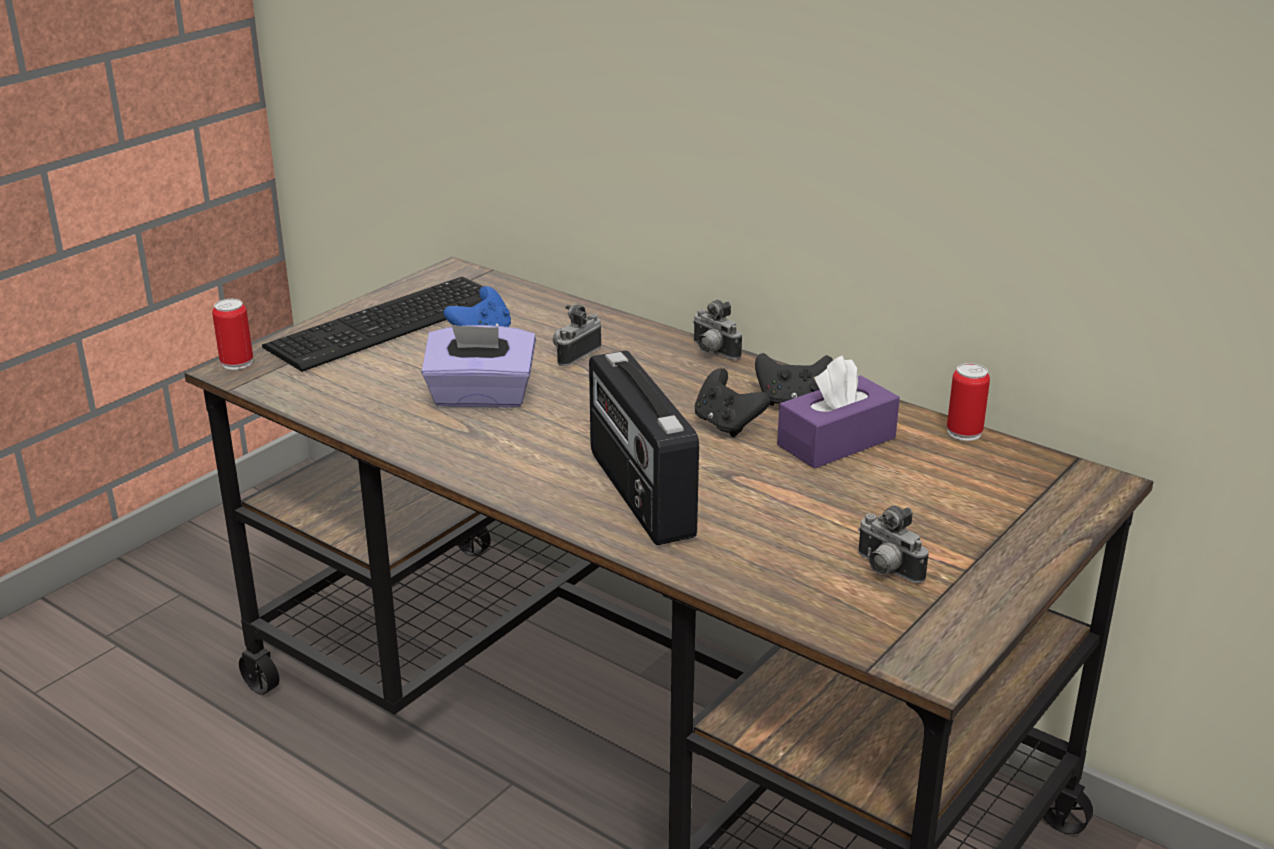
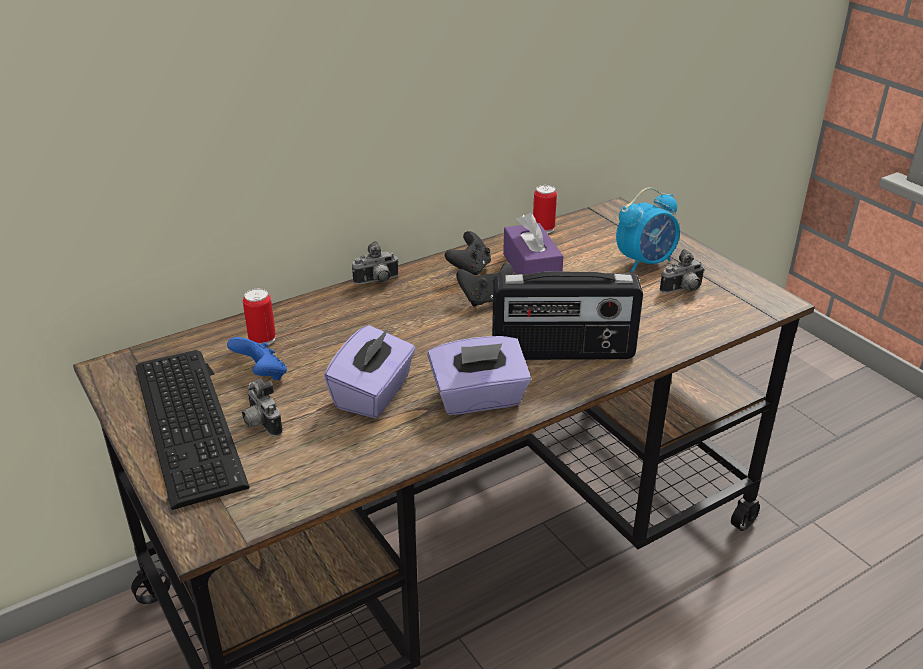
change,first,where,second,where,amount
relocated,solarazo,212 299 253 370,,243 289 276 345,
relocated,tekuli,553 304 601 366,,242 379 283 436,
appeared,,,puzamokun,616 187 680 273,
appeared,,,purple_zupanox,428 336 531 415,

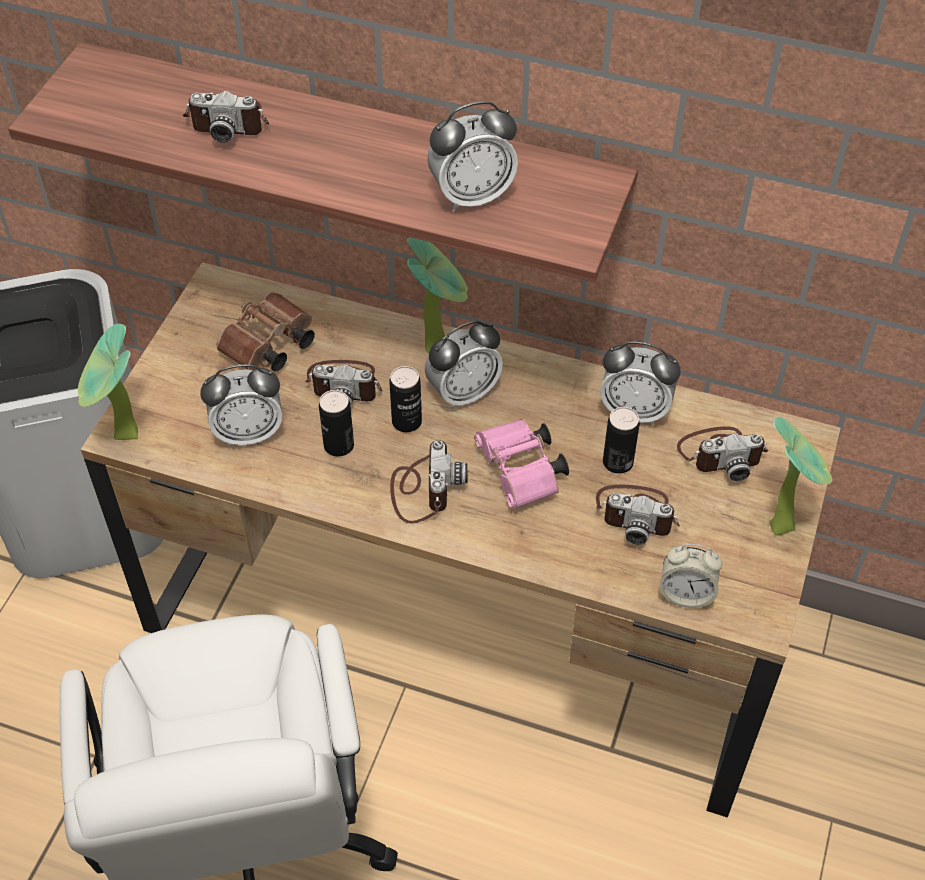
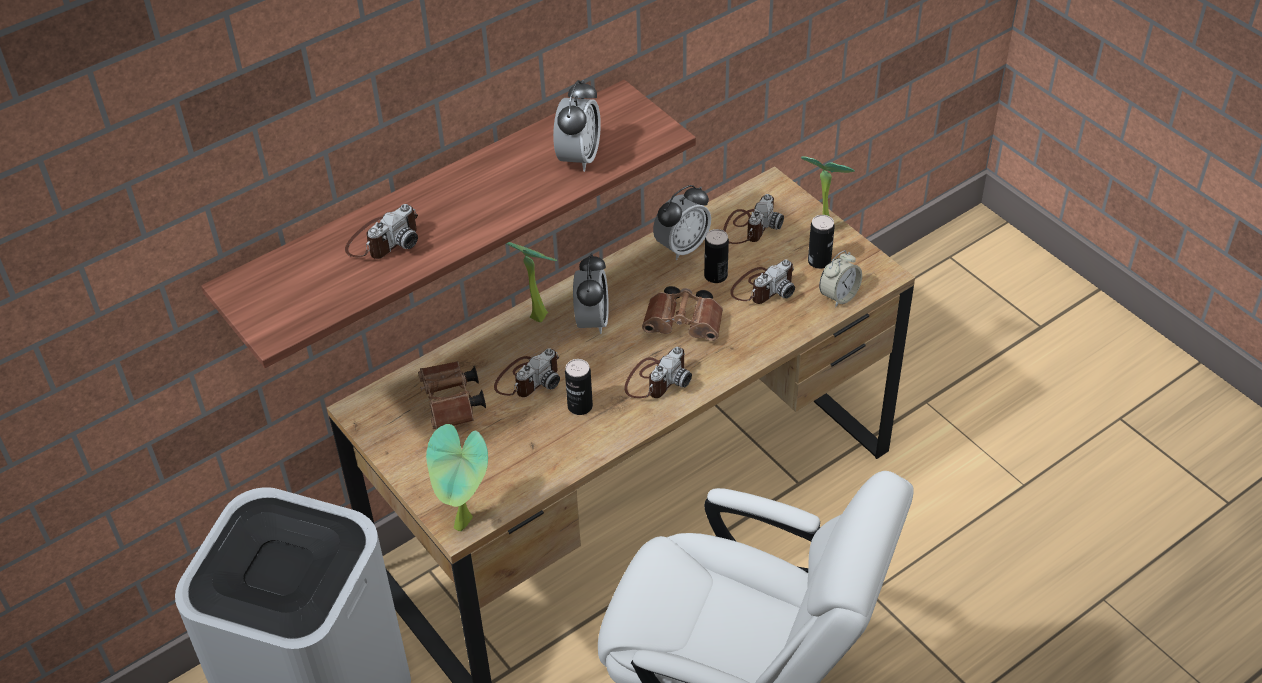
change,first,where,second,where,amount
missing,puzamokun,200 365 282 447,,,
relocated,solarazo,389 366 422 432,,808 215 835 269,
colour,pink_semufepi,474 419 569 509,brown_semufepi,642 286 723 341,
spun,tekuli,390 440 468 523,,624 347 692 398,90 degrees clockwise

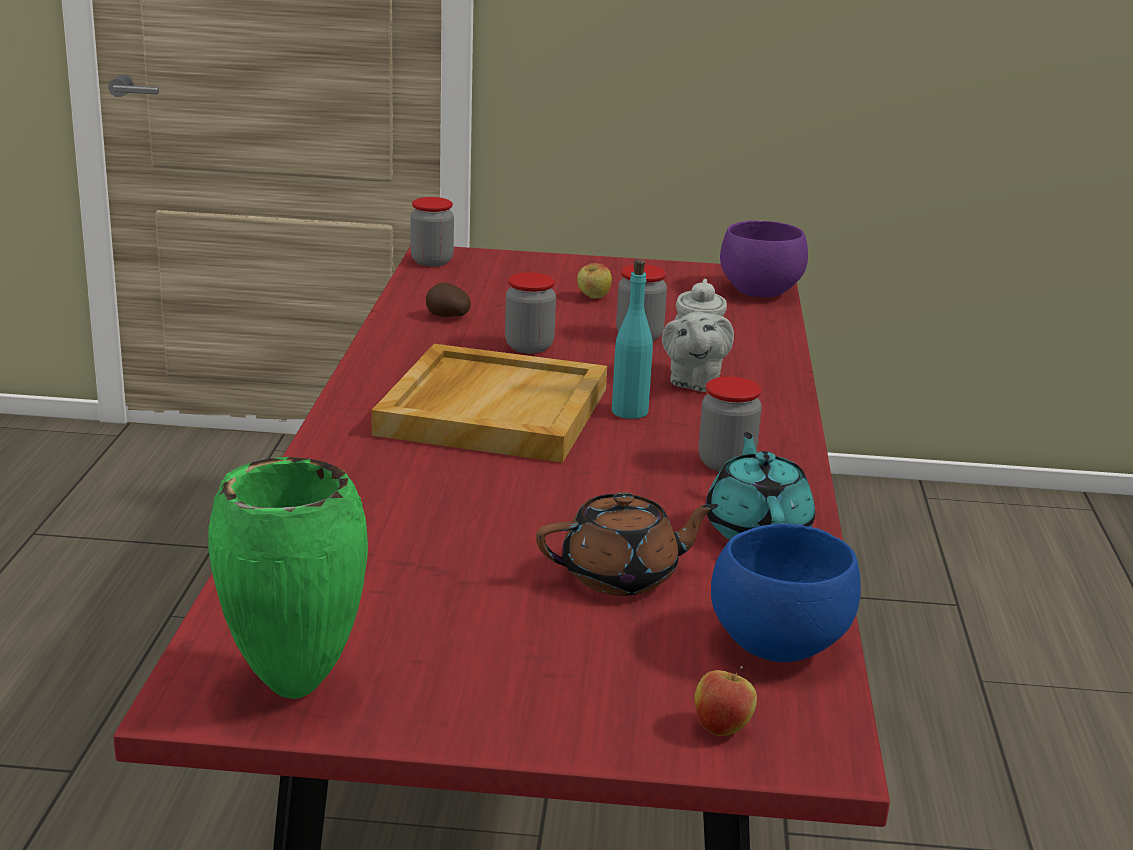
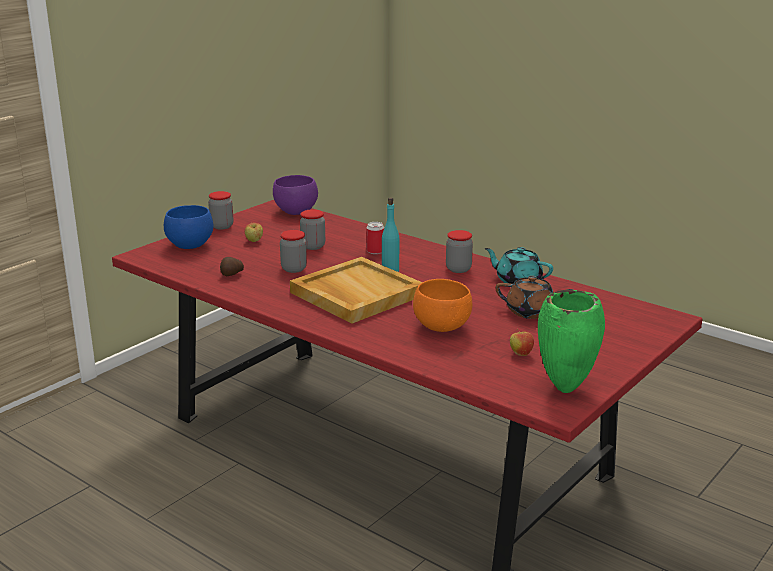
change,first,where,second,where,amount
relocated,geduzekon,411 197 454 267,,208 191 233 229,
exchanged,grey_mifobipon,662 279 734 392,solarazo,366 222 384 254,
spun,brown_mifobipon,536 492 718 596,,495 276 574 319,90 degrees clockwise
relocated,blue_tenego,711 524 861 662,,164 205 213 249,
relocated,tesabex,695 666 757 736,,510 328 534 356,
appeared,,,orange_tenego,413 279 472 332,

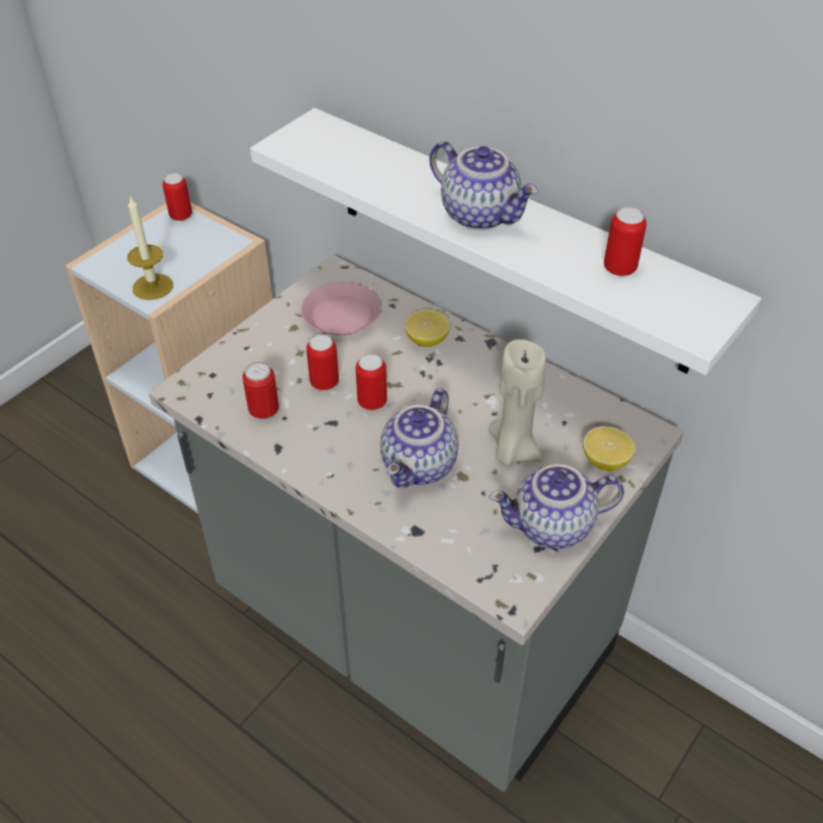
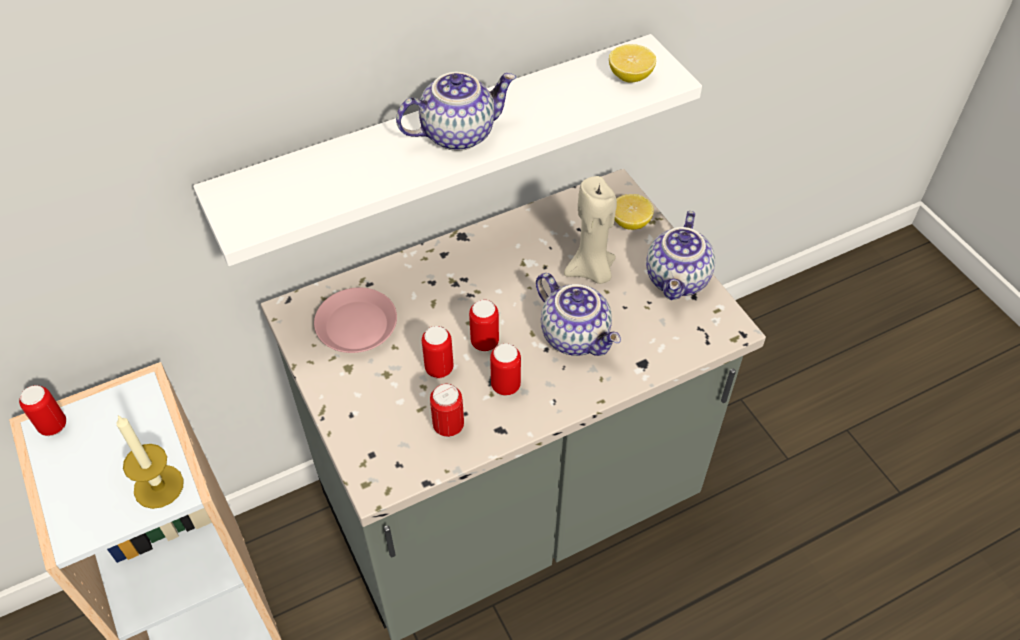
change,first,where,second,where,amount
relocated,solarazo,604 207 647 276,,490 343 521 395,
relocated,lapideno,405 309 450 347,,609 44 656 83,

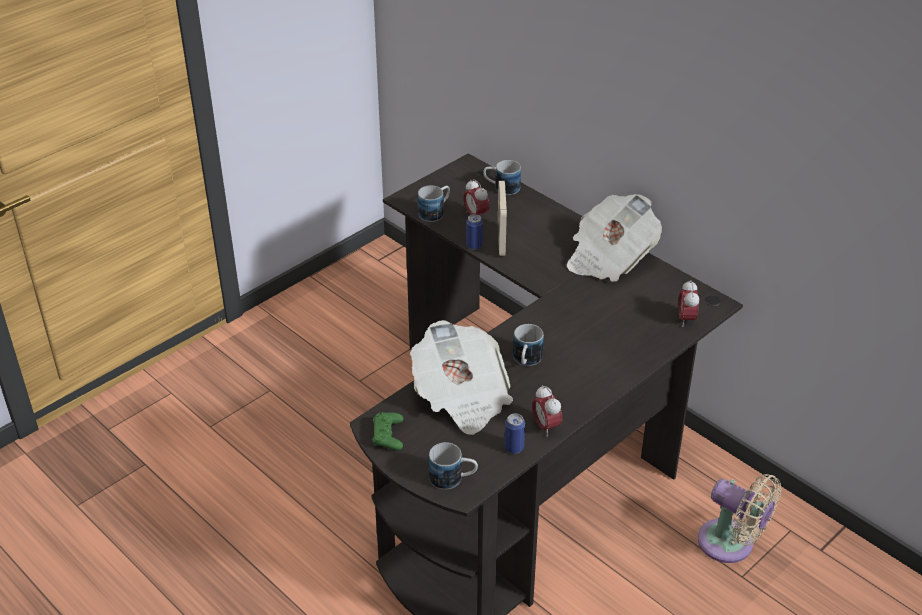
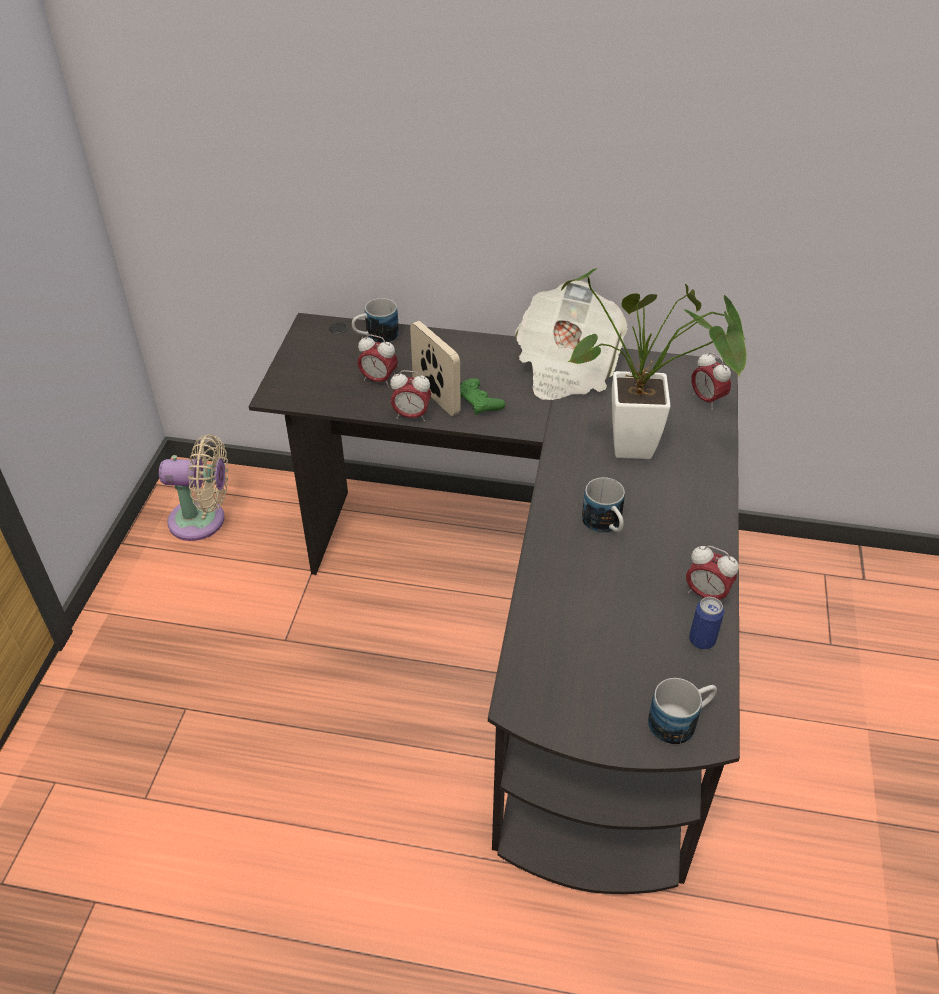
change,first,where,second,where,amount
missing,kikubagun,418 186 450 222,,,
exchanged,solarazo,466 214 483 250,puzamokun,390 370 431 422,
missing,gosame,410 320 513 435,,,
relocated,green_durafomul,372 412 404 450,,460 378 505 415,
relocated,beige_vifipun,698 474 782 563,,159 434 228 541,
appeared,,,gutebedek,561 268 747 459,

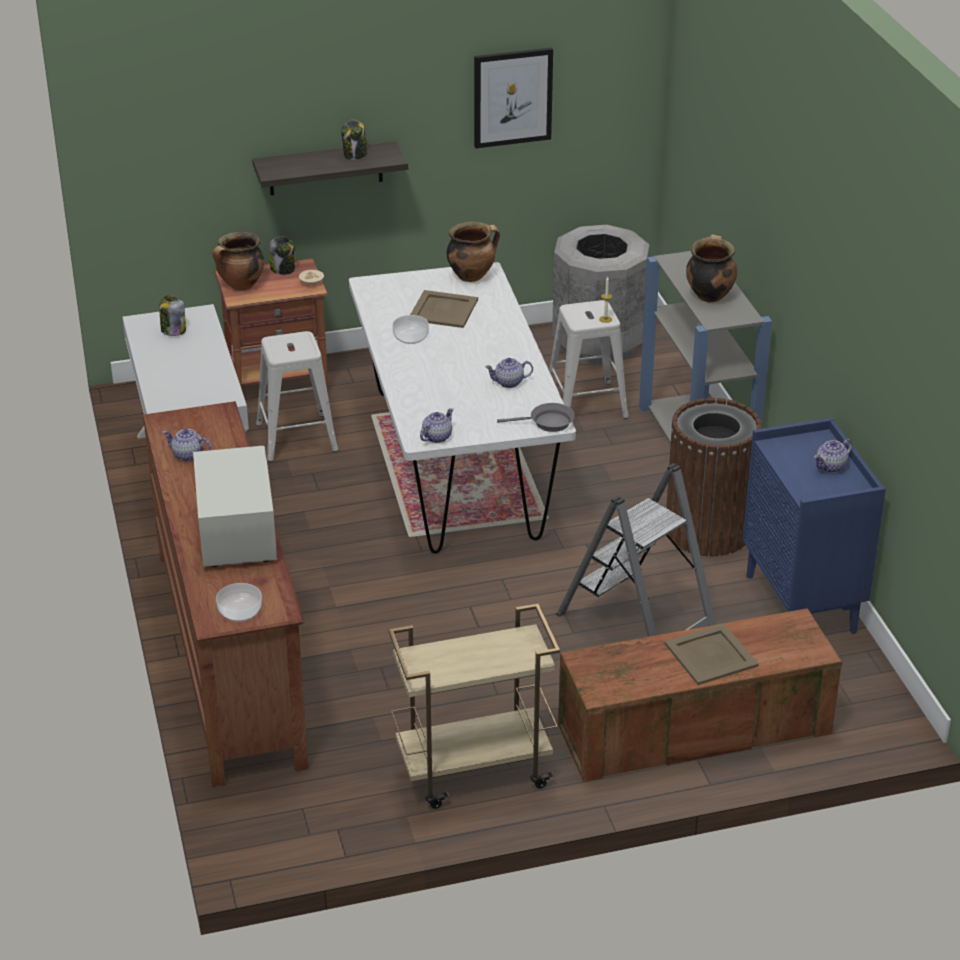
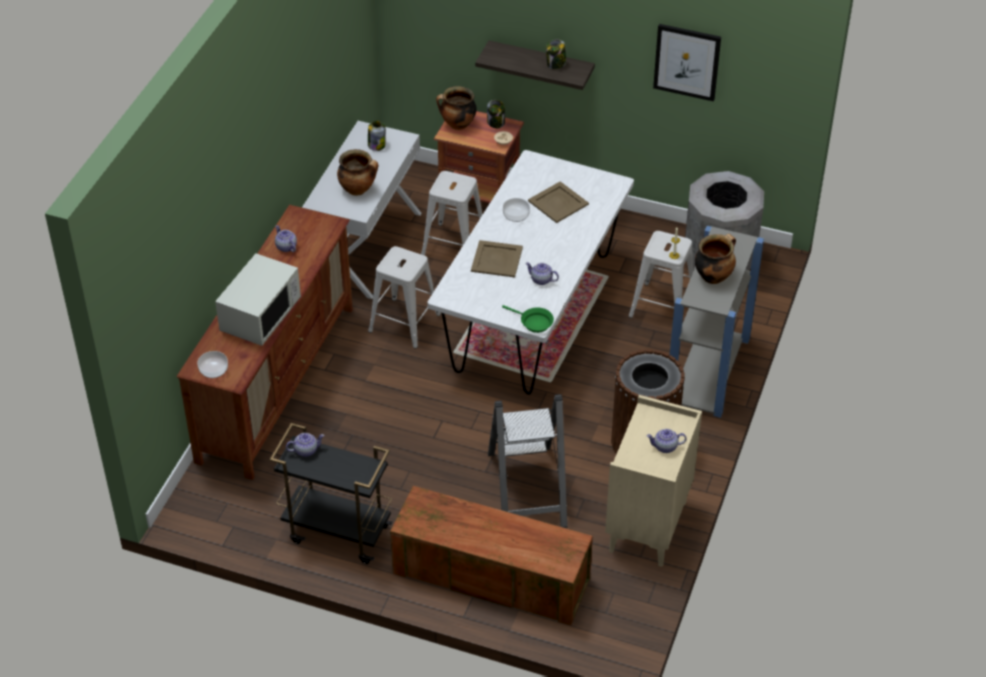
change,first,where,second,where,amount
relocated,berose,447 222 500 282,,337 149 378 196,
colour,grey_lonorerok,497 403 575 432,green_lonorerok,502 305 554 333,
relocated,mifobipon,420 408 453 443,,286 433 324 457,
colour,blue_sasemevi,742 418 886 634,beige_sasemevi,605 395 702 567,
colour,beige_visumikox,389 604 560 809,black_visumikox,270 423 393 564,
relocated,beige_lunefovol,664 623 759 685,,471 240 523 277,
appeared,,,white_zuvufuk,368 246 441 349,

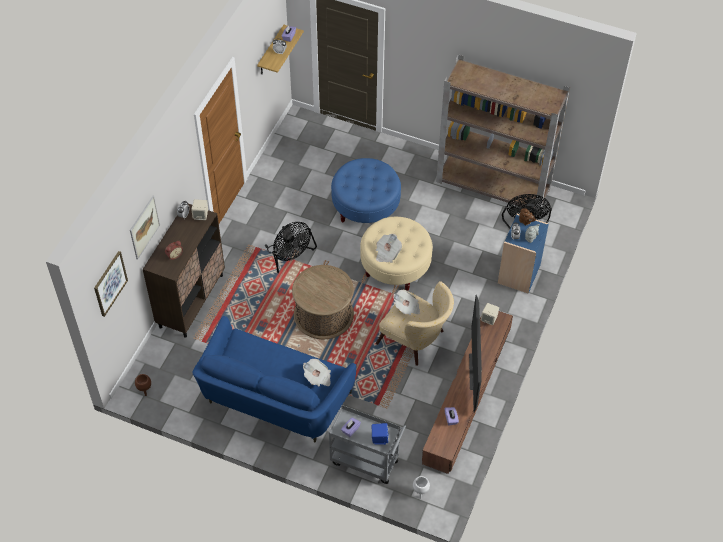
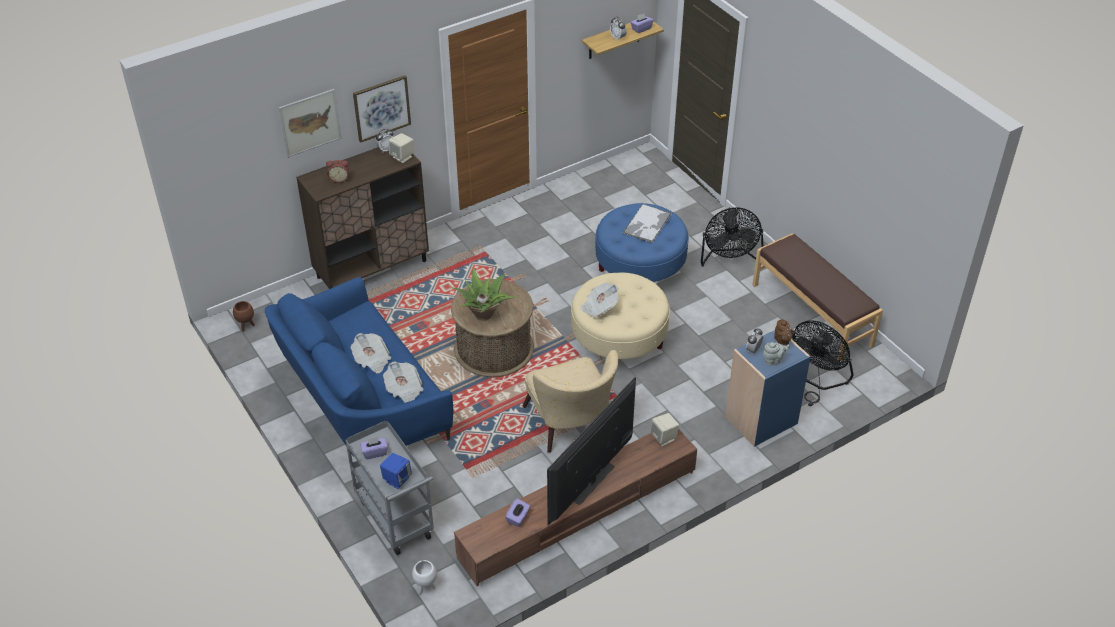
change,first,where,second,where,amount
exchanged,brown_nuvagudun,436 54 570 211,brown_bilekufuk,753 234 883 362,
relocated,black_vifipun,265 222 317 273,,701 207 763 267,
relocated,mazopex,94 251 128 317,,353 75 411 143,
relocated,gosame,393 290 420 315,,351 333 391 373,
appeared,,,lunefovol,623 204 672 243,
appeared,,,gutebedek,453 268 517 321,

